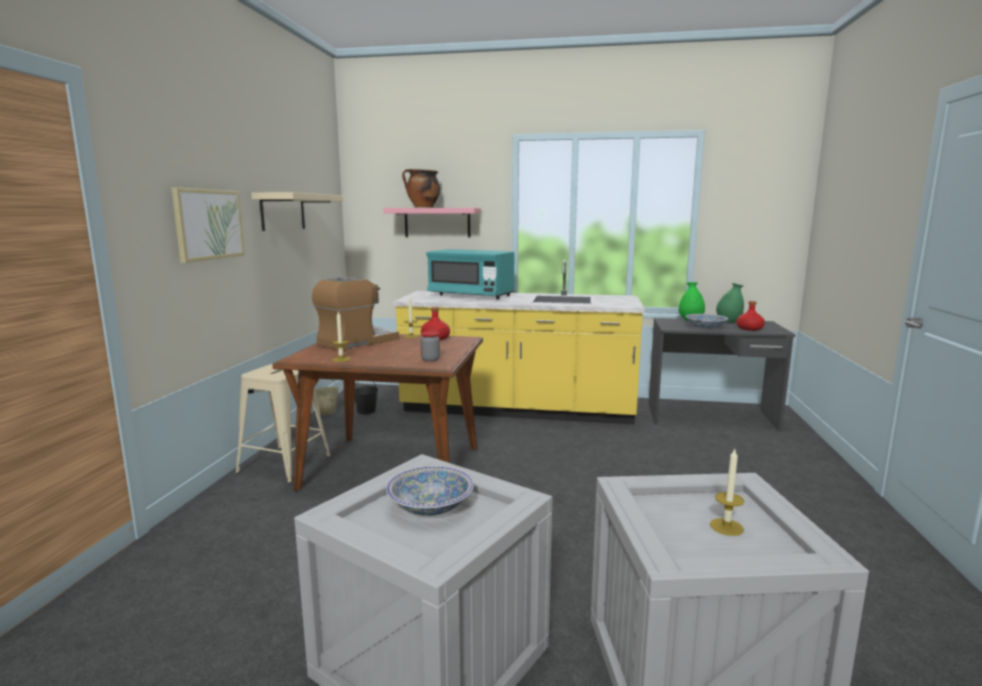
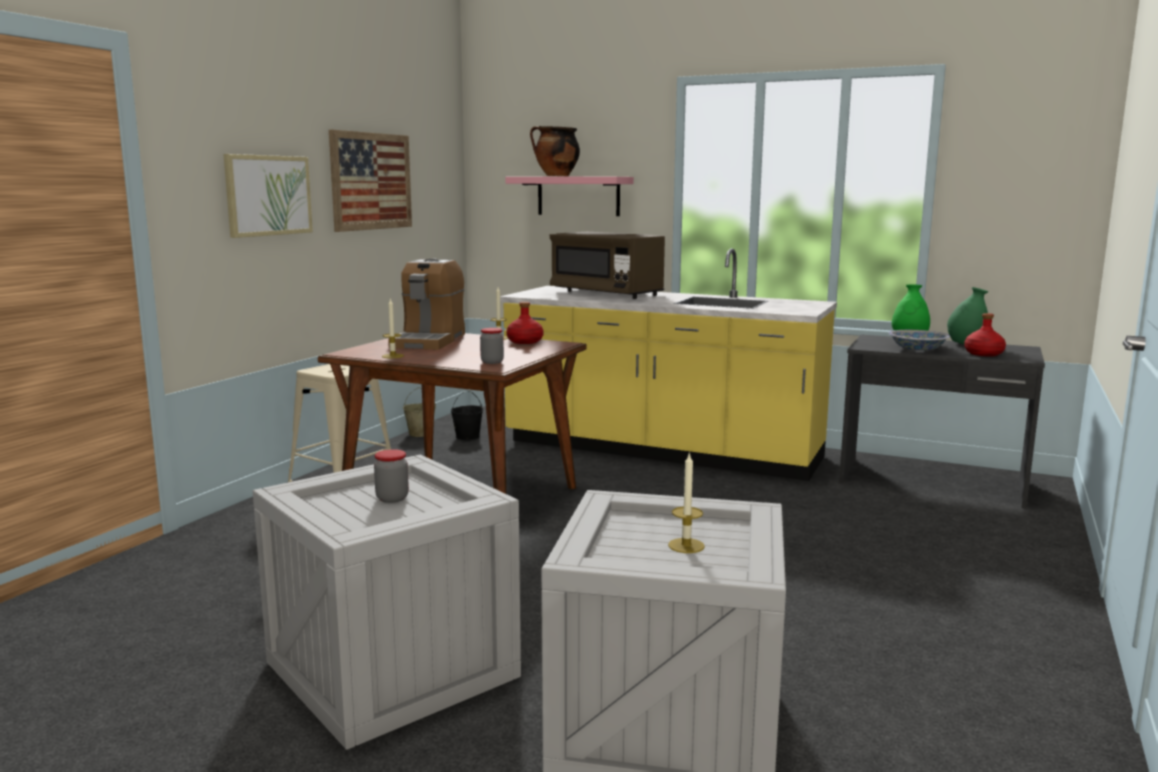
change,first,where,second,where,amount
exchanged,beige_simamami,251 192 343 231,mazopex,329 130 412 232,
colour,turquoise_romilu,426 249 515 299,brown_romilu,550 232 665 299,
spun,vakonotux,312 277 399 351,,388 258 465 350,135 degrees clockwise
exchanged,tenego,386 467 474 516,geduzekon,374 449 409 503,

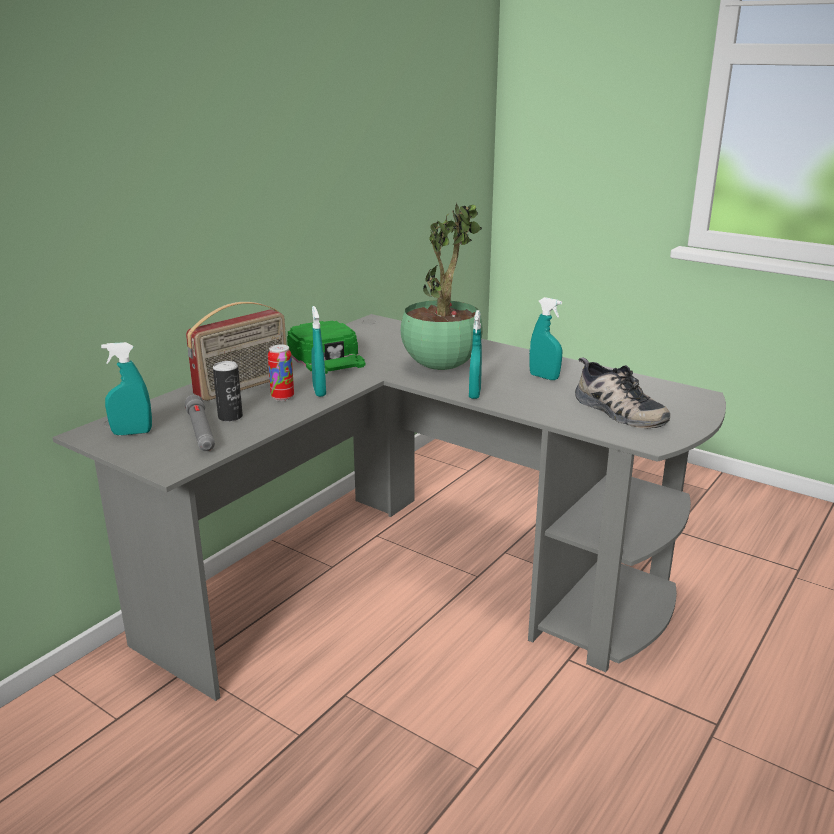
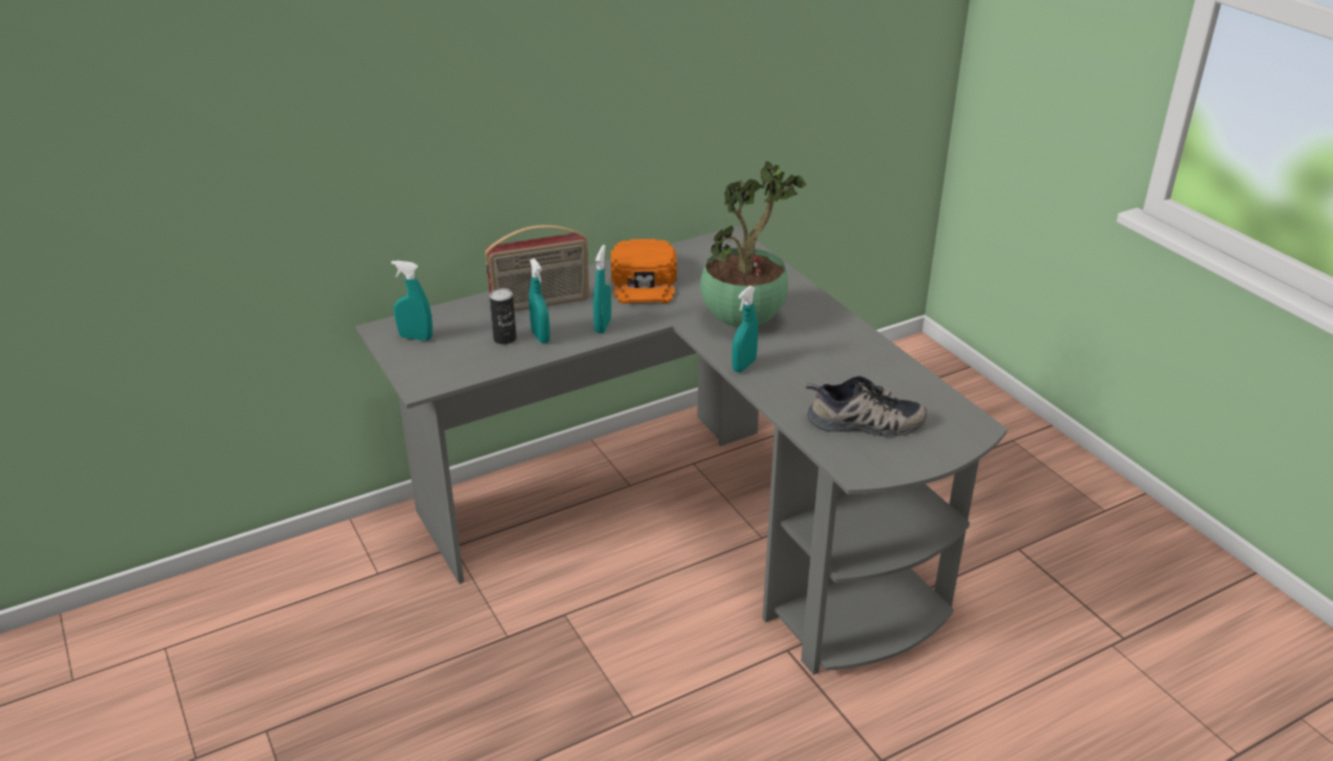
change,first,where,second,where,amount
relocated,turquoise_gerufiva,529 297 562 380,,529 258 550 343,
colour,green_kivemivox,287 320 366 374,orange_kivemivox,611 239 677 304,
missing,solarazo,268 344 294 401,,,
spun,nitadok,575 357 670 429,,806 376 927 437,75 degrees counterclockwise
missing,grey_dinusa,185 395 215 451,,,

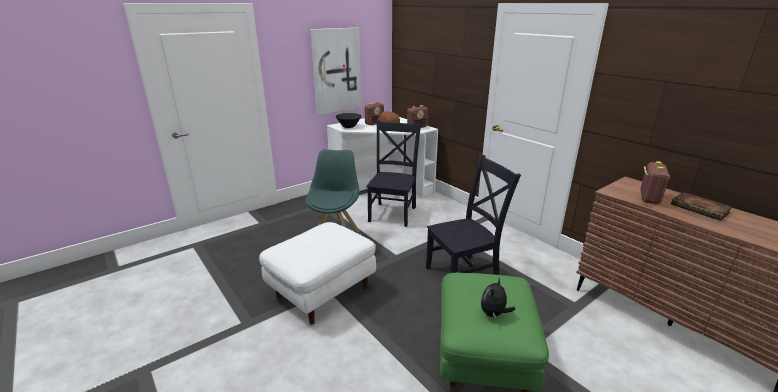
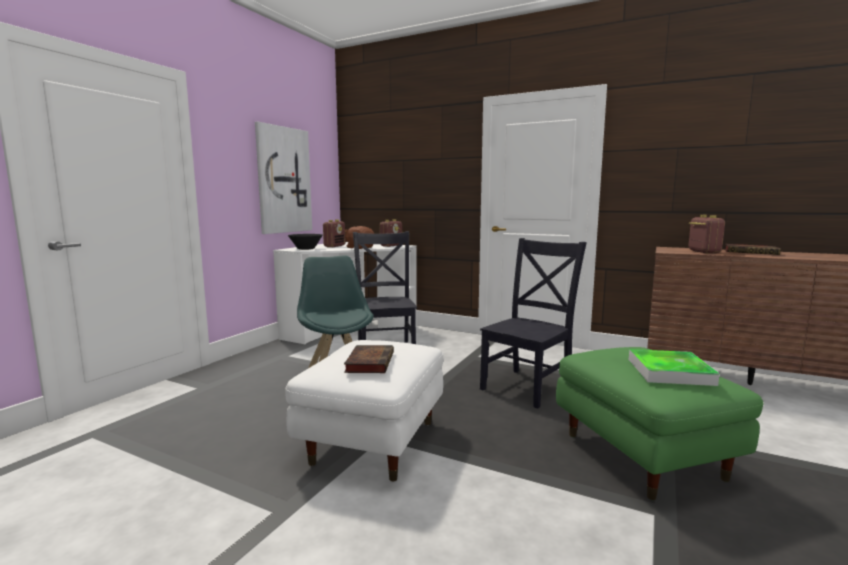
change,first,where,second,where,amount
exchanged,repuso,481 278 515 319,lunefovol,629 349 720 386,
appeared,,,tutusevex,344 345 394 373,

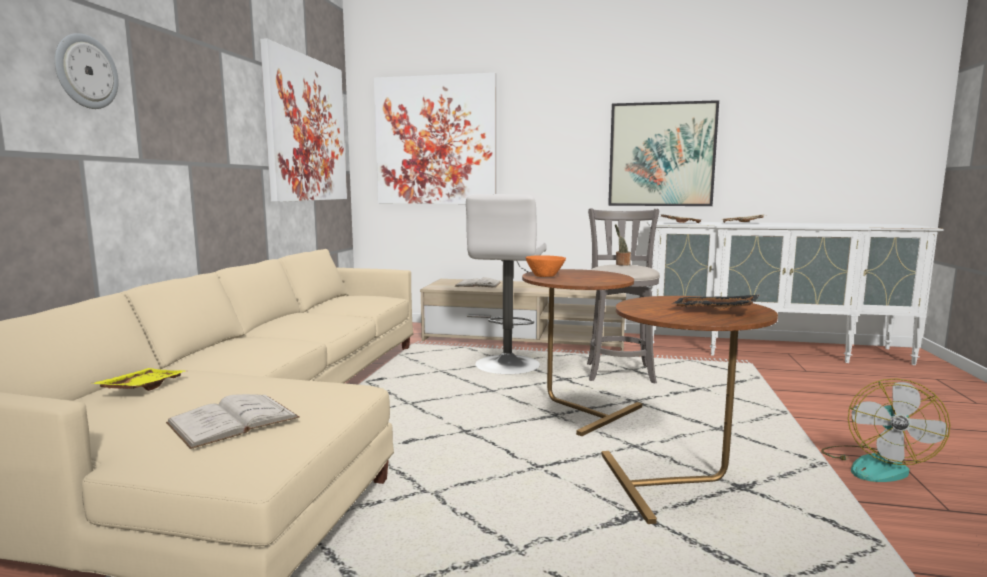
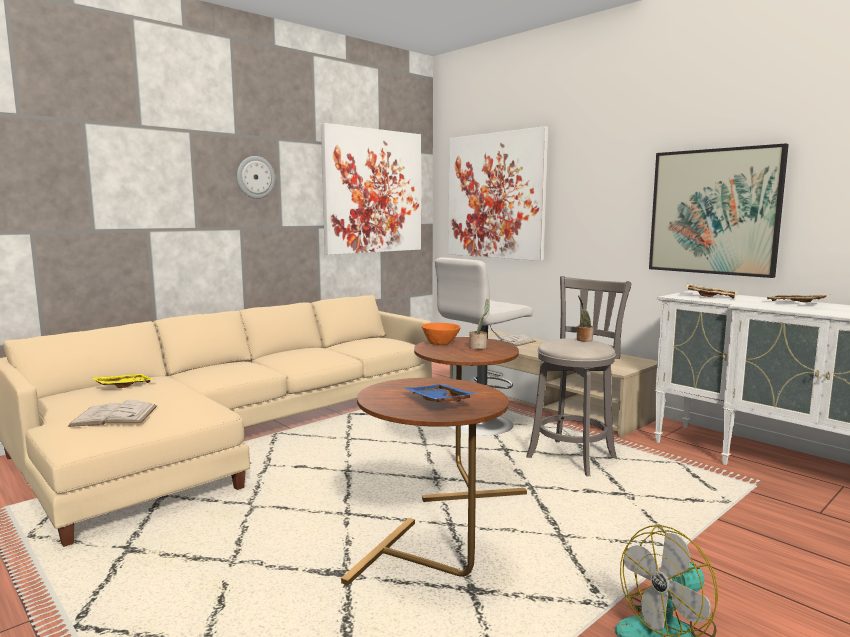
change,first,where,second,where,amount
relocated,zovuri,54 33 118 109,,237 156 275 199,
colour,black_lunefovol,673 295 759 308,blue_lunefovol,405 384 477 402,
appeared,,,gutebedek,469 299 489 350,

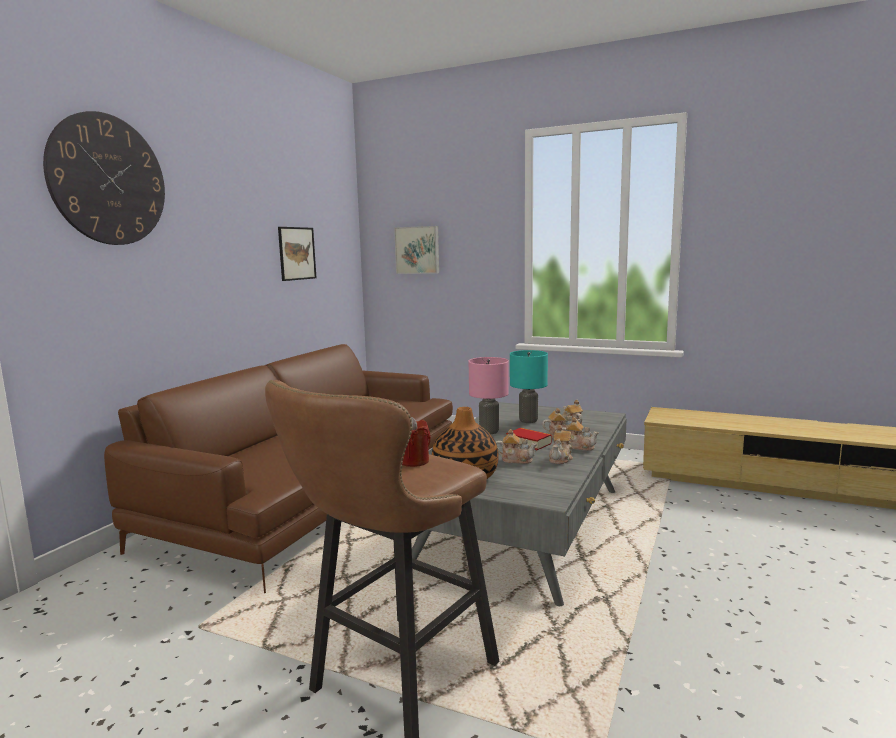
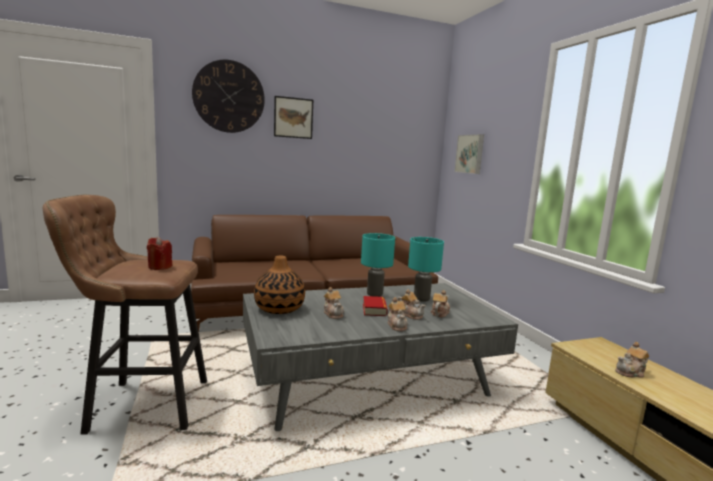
change,first,where,second,where,amount
relocated,mazopex,278 227 316 281,,274 96 313 139,
colour,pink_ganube,469 357 509 434,turquoise_ganube,361 233 395 297,
relocated,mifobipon,549 425 573 464,,615 342 649 378,

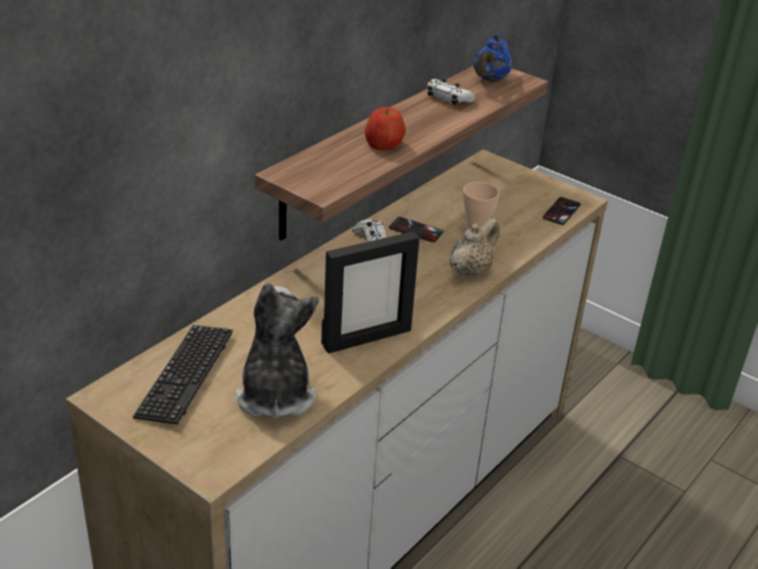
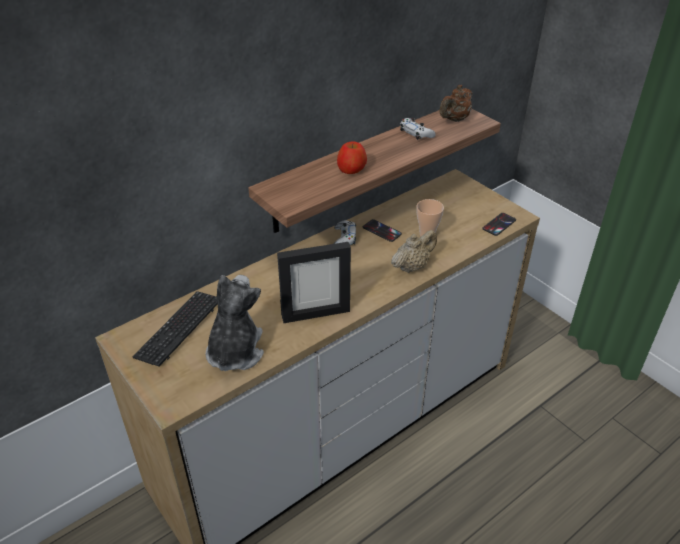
change,first,where,second,where,amount
colour,blue_mifobipon,473 33 512 82,brown_mifobipon,439 85 472 122,

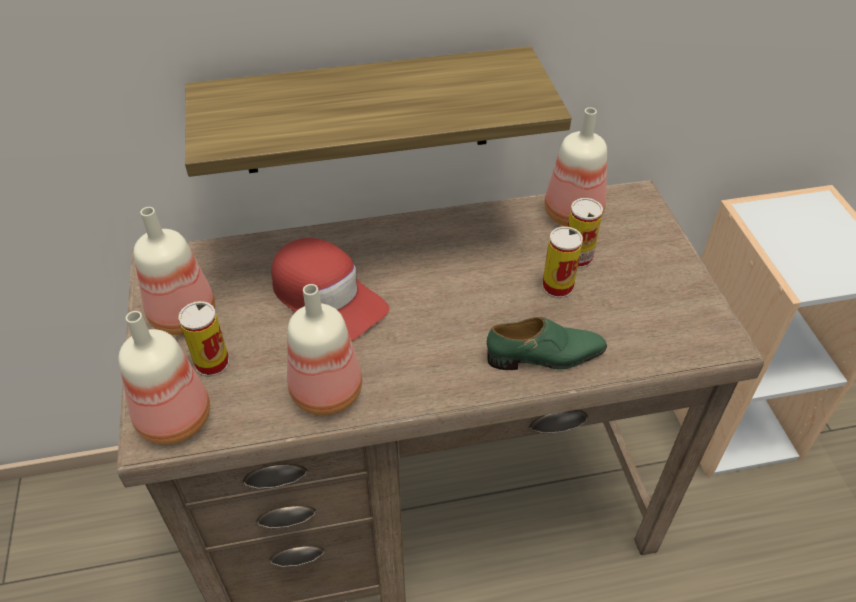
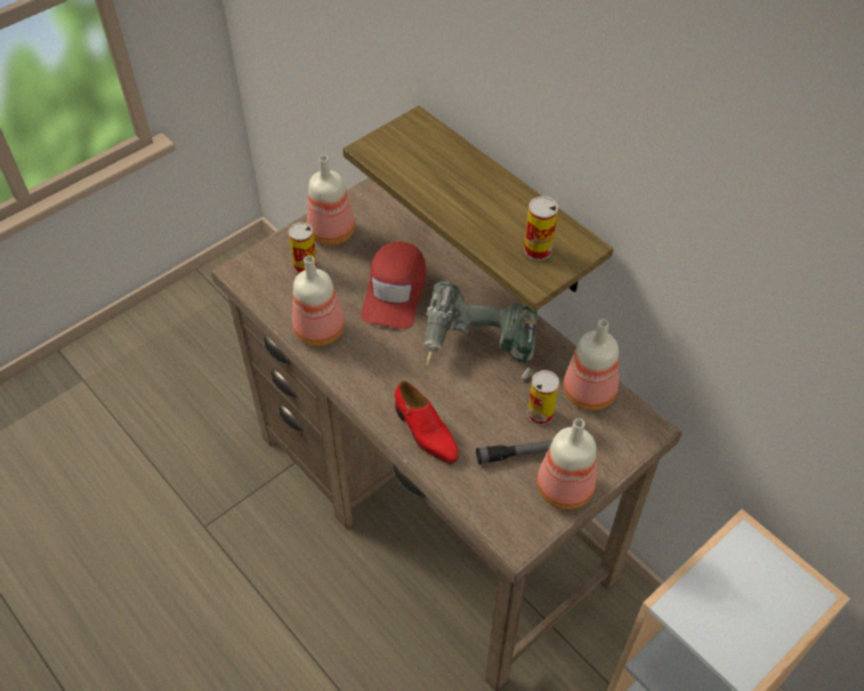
change,first,where,second,where,amount
relocated,solarazo,542 226 583 299,,524 196 558 261,
relocated,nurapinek,119 311 210 445,,537 418 596 509,
colour,green_nitadok,487 317 607 370,red_nitadok,395 381 459 464,
appeared,,,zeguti,424 282 538 379,
appeared,,,dinusa,476 440 553 464,

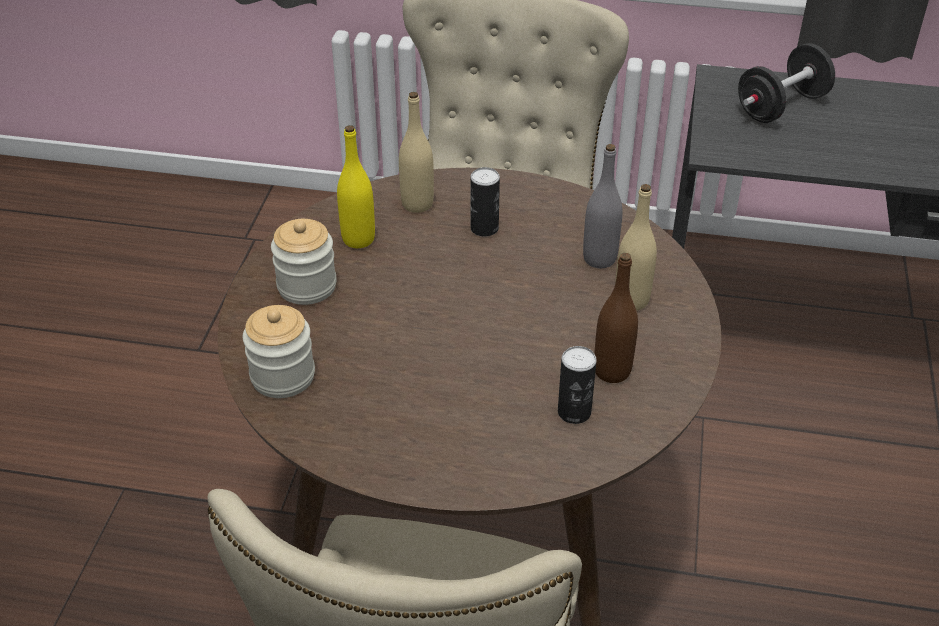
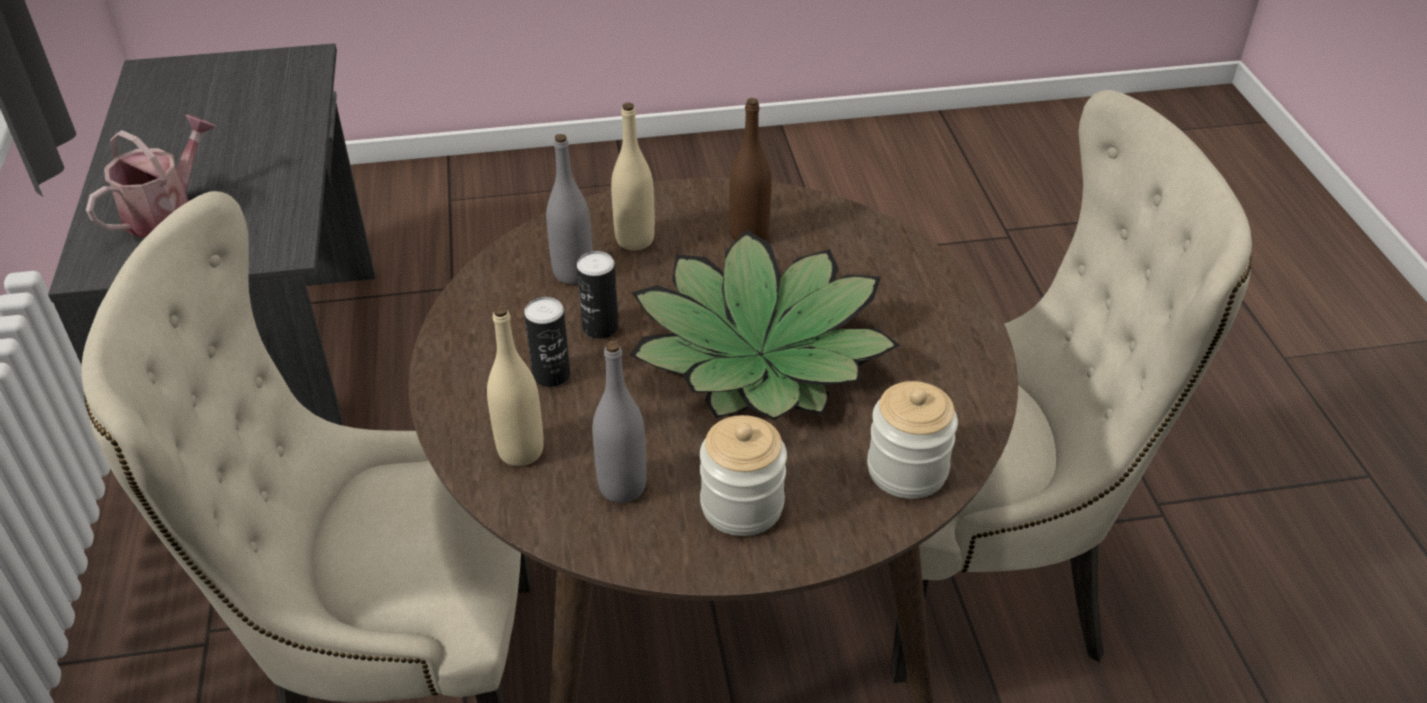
change,first,where,second,where,amount
exchanged,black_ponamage,738 43 835 123,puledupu,86 115 216 238,
colour,yellow_nurapinek,337 125 375 248,grey_nurapinek,592 341 647 503,
relocated,solarazo,558 346 597 424,,577 251 619 339,
appeared,,,gutebedek,630 230 900 421,

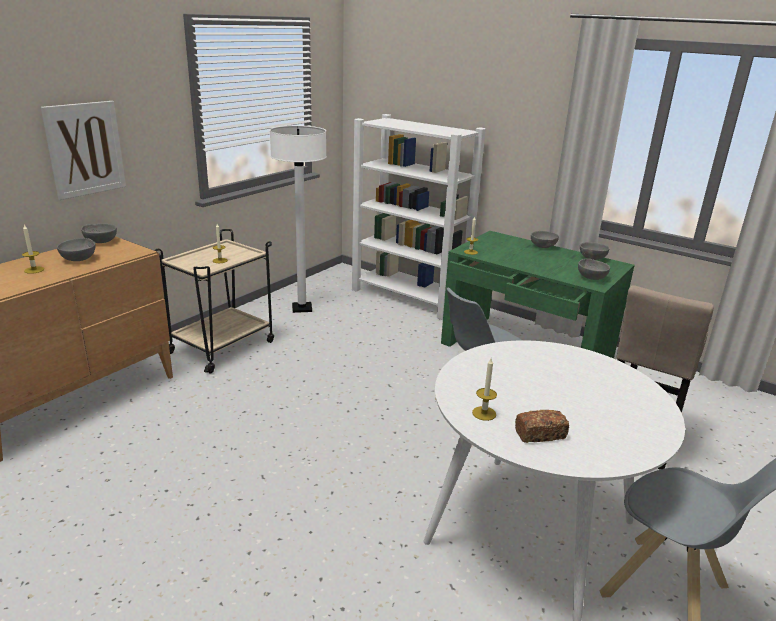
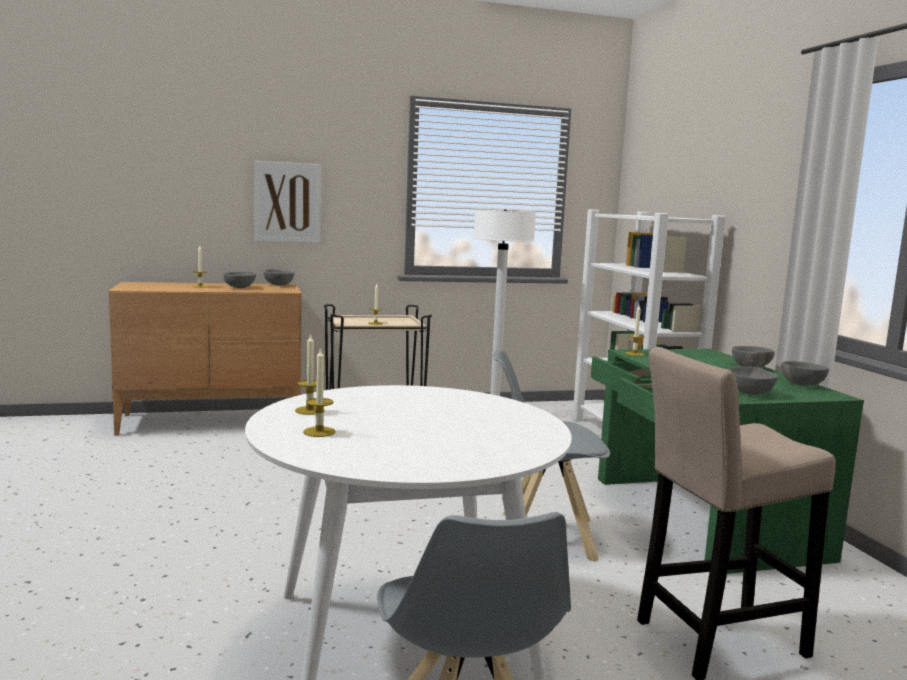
change,first,where,second,where,amount
exchanged,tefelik,515 410 569 443,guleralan,303 347 336 437,

